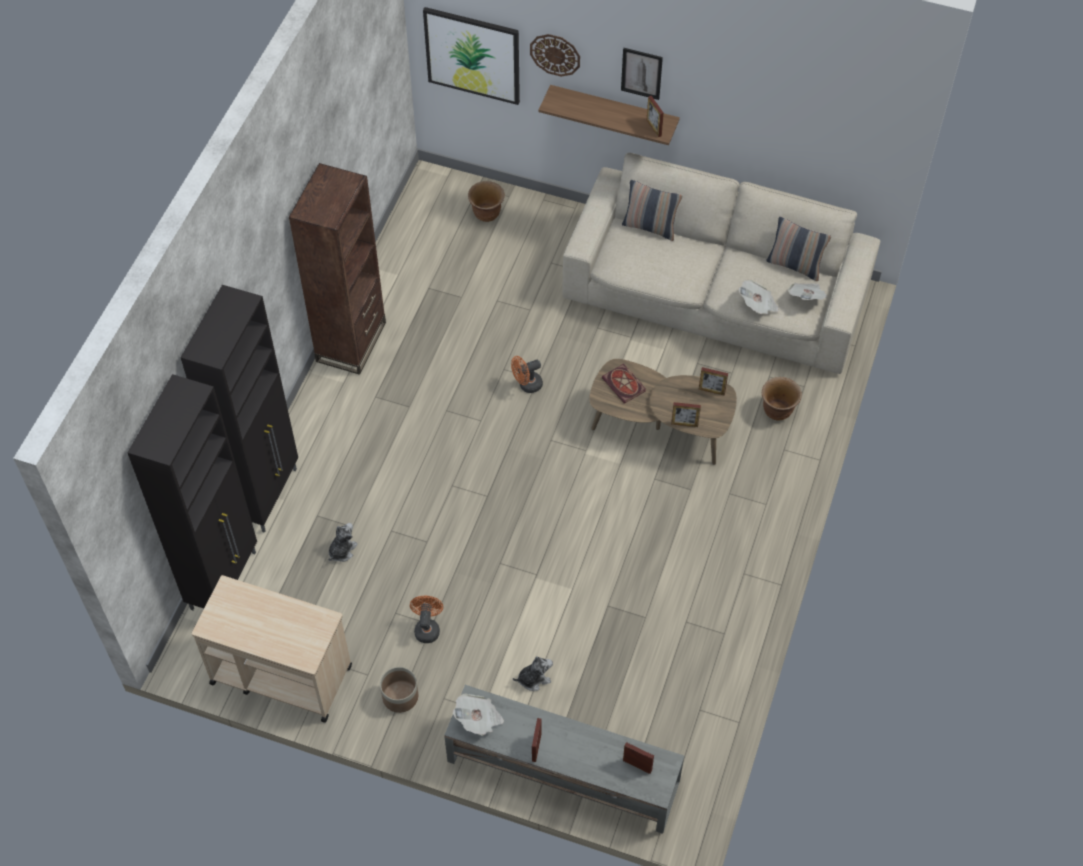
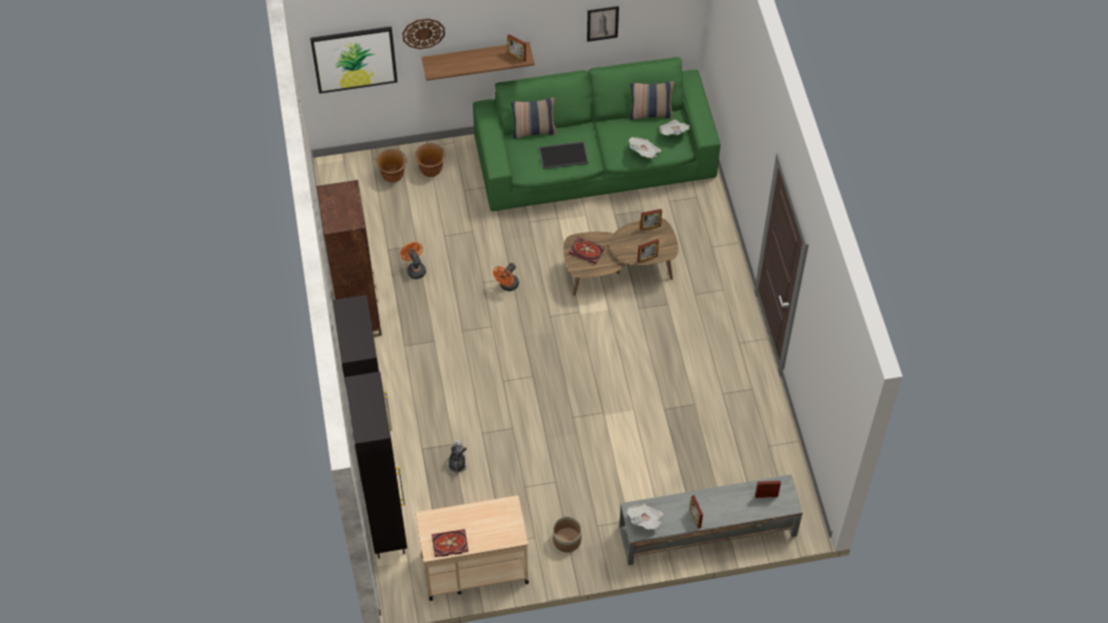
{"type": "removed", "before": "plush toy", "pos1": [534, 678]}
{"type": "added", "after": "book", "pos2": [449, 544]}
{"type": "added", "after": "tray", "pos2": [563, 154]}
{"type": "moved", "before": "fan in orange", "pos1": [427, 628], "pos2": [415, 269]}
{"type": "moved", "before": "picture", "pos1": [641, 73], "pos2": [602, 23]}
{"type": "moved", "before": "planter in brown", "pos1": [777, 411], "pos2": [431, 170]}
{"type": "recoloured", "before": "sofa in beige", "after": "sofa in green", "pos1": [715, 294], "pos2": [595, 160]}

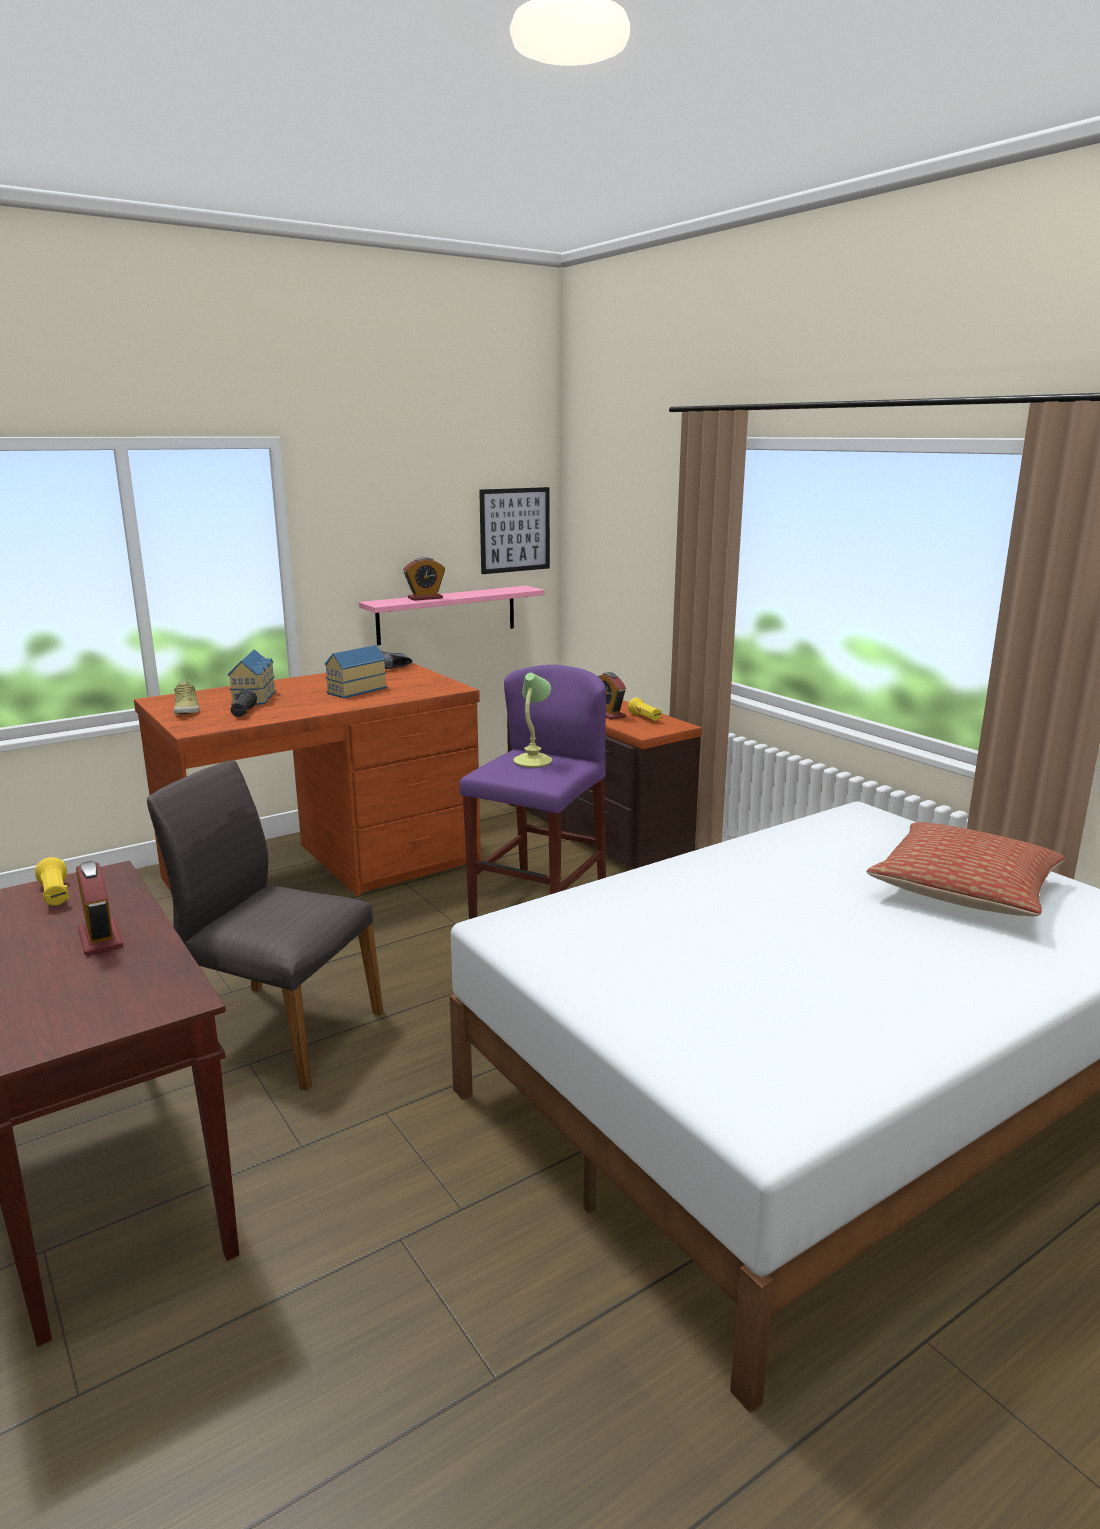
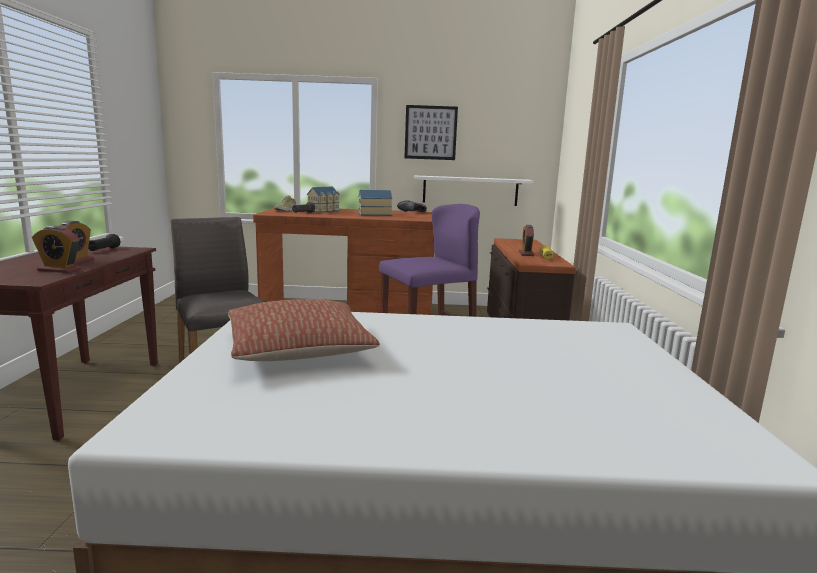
{"type": "removed", "before": "table lamp", "pos1": [533, 761]}
{"type": "moved", "before": "alarm clock", "pos1": [425, 598], "pos2": [59, 270]}
{"type": "moved", "before": "picture", "pos1": [515, 530], "pos2": [430, 132]}
{"type": "moved", "before": "pillow", "pos1": [964, 890], "pos2": [299, 350]}
{"type": "recoloured", "before": "flashlight in yellow", "after": "flashlight in black", "pos1": [55, 895], "pos2": [103, 250]}
{"type": "recoloured", "before": "shelf in pink", "after": "shelf in white", "pos1": [447, 614], "pos2": [470, 190]}

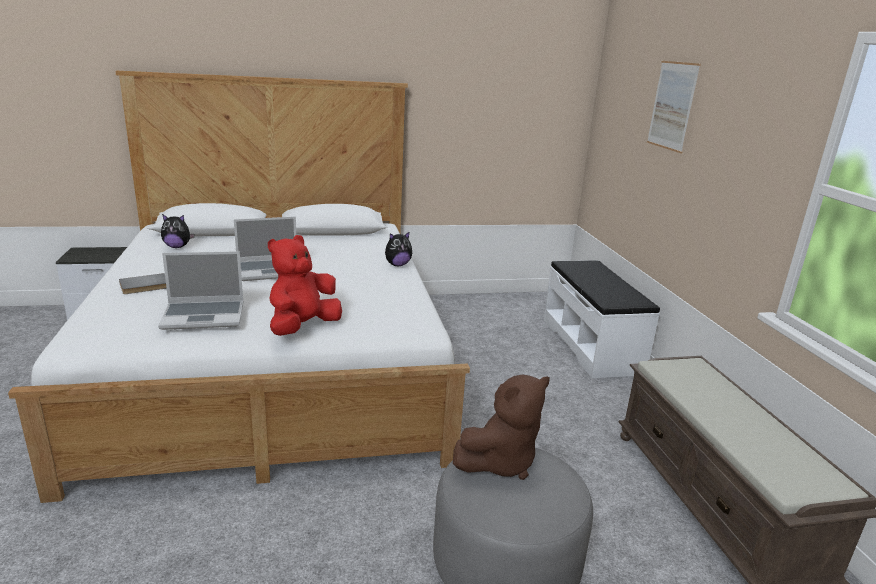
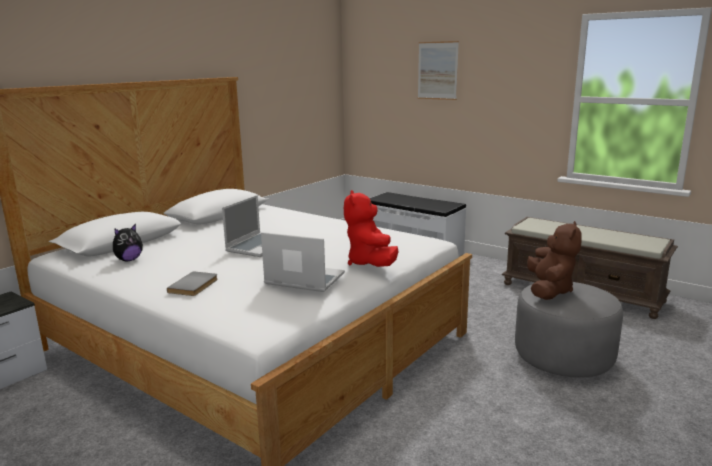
{"type": "removed", "before": "plush toy", "pos1": [397, 265]}
{"type": "turned", "before": "laptop", "pos1": [205, 316], "pos2": [303, 279], "turn": -105}

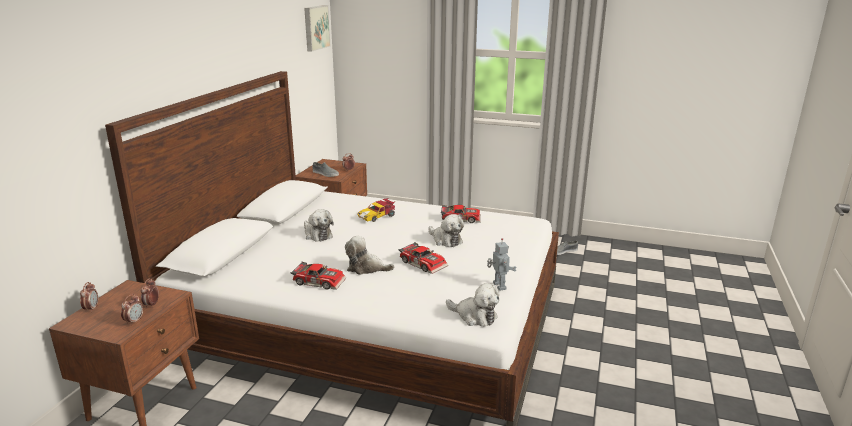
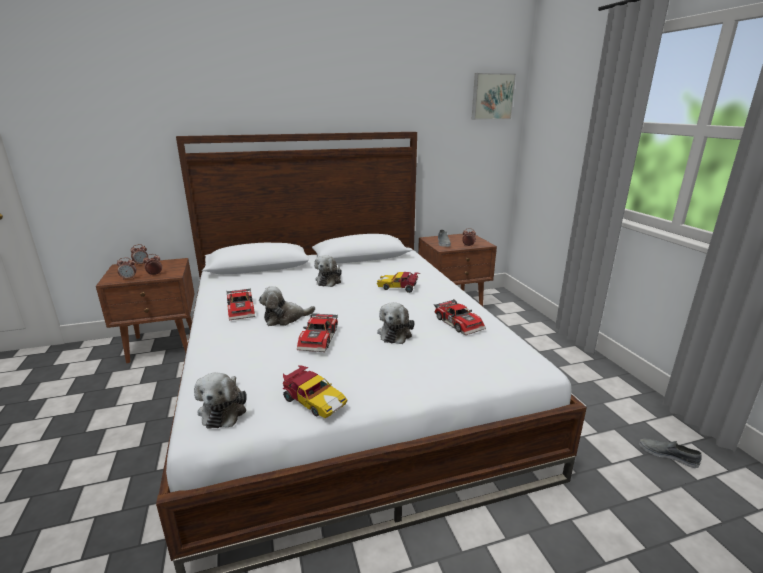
{"type": "replaced", "before": "toy robot", "after": "toy car", "pos1": [498, 286], "pos2": [313, 401]}
{"type": "turned", "before": "plush toy", "pos1": [366, 268], "pos2": [285, 318], "turn": -90}

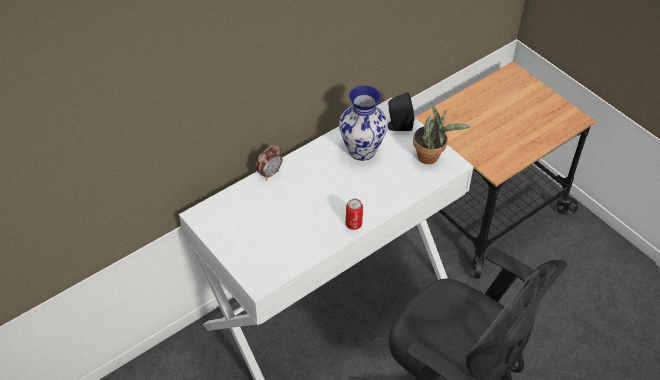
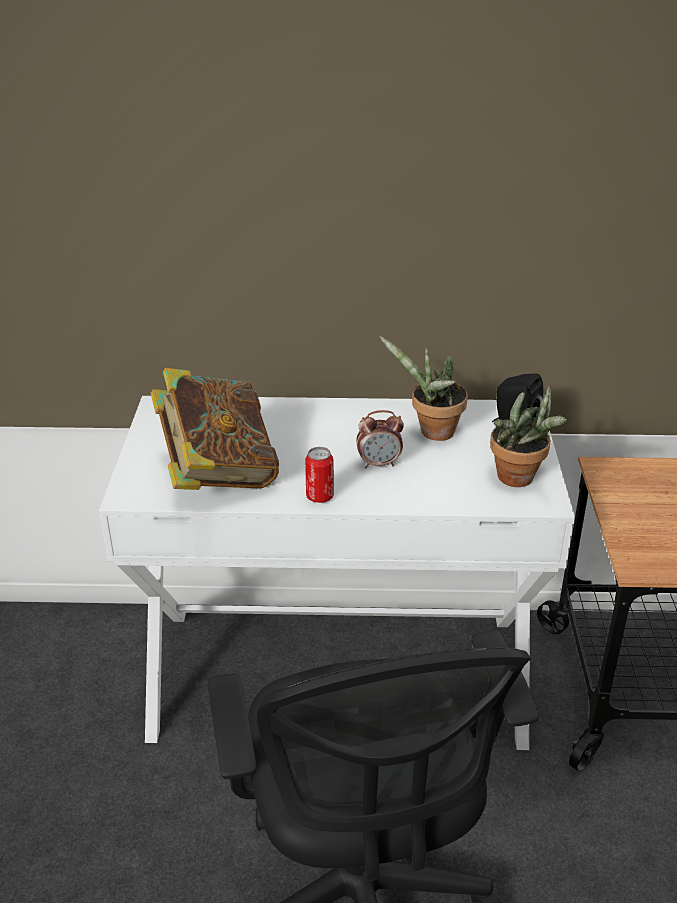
{"type": "added", "after": "book", "pos2": [217, 473]}
{"type": "moved", "before": "alarm clock", "pos1": [270, 173], "pos2": [379, 464]}
{"type": "replaced", "before": "vase", "after": "potted plant", "pos1": [362, 150], "pos2": [432, 432]}

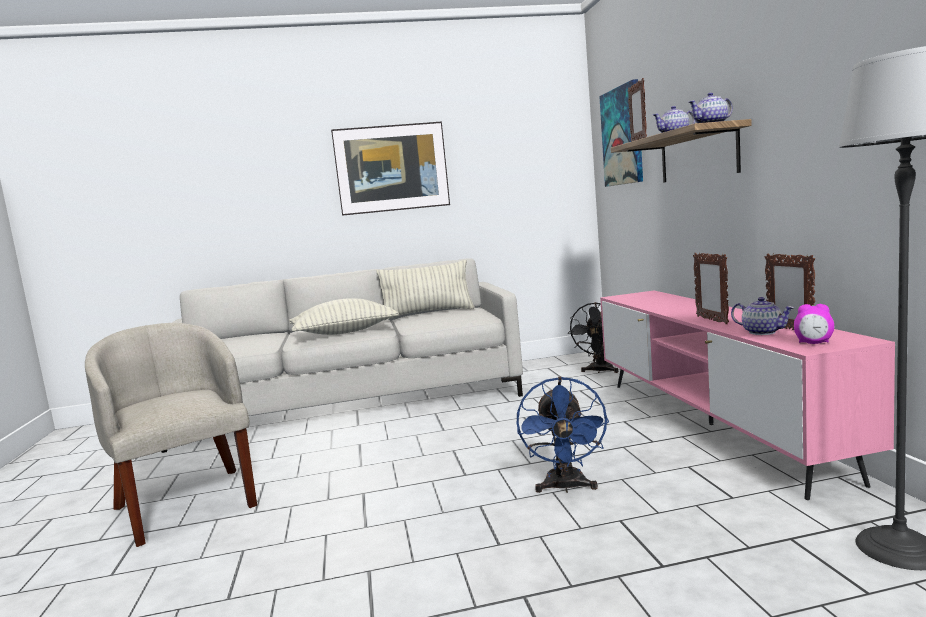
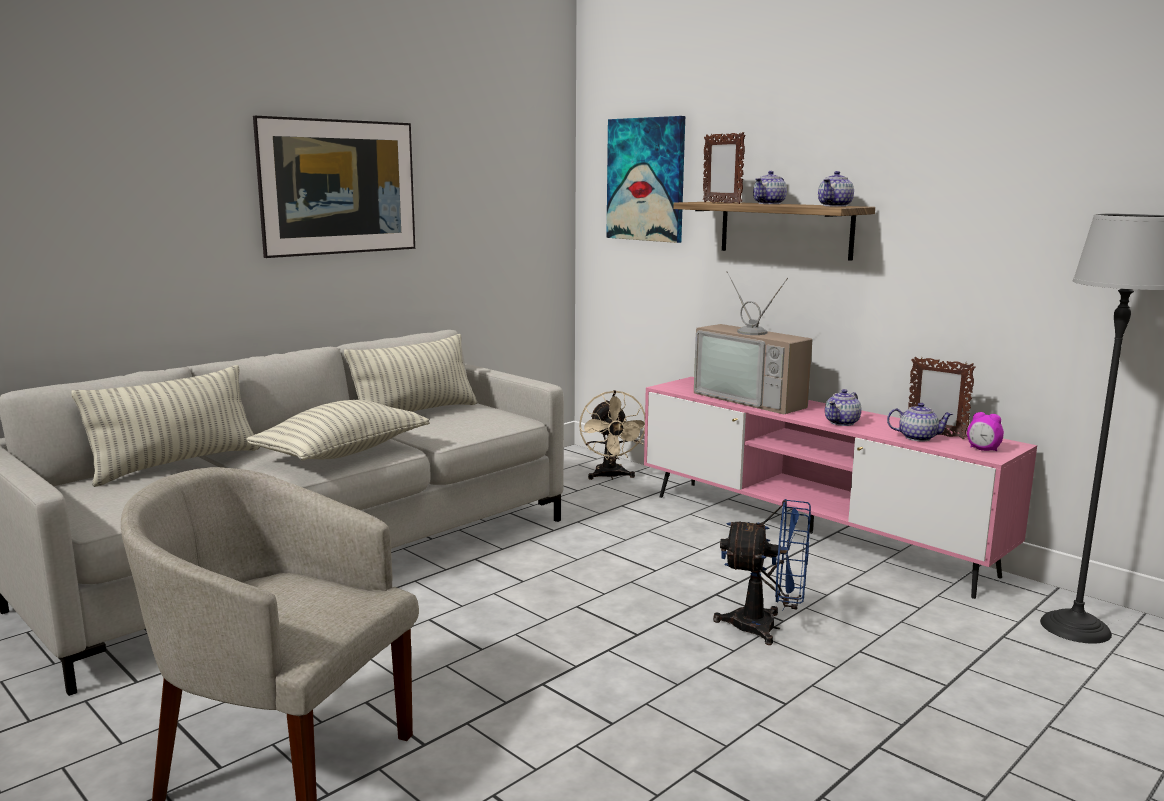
{"type": "added", "after": "pillow", "pos2": [176, 464]}
{"type": "added", "after": "television", "pos2": [754, 399]}
{"type": "replaced", "before": "picture frame", "after": "teapot", "pos1": [712, 320], "pos2": [842, 422]}
{"type": "recoloured", "before": "fan in black", "after": "fan in beige", "pos1": [600, 371], "pos2": [610, 476]}
{"type": "turned", "before": "fan in blue", "pos1": [566, 487], "pos2": [766, 627], "turn": -45}
{"type": "turned", "before": "alarm clock", "pos1": [813, 343], "pos2": [983, 450], "turn": 45}

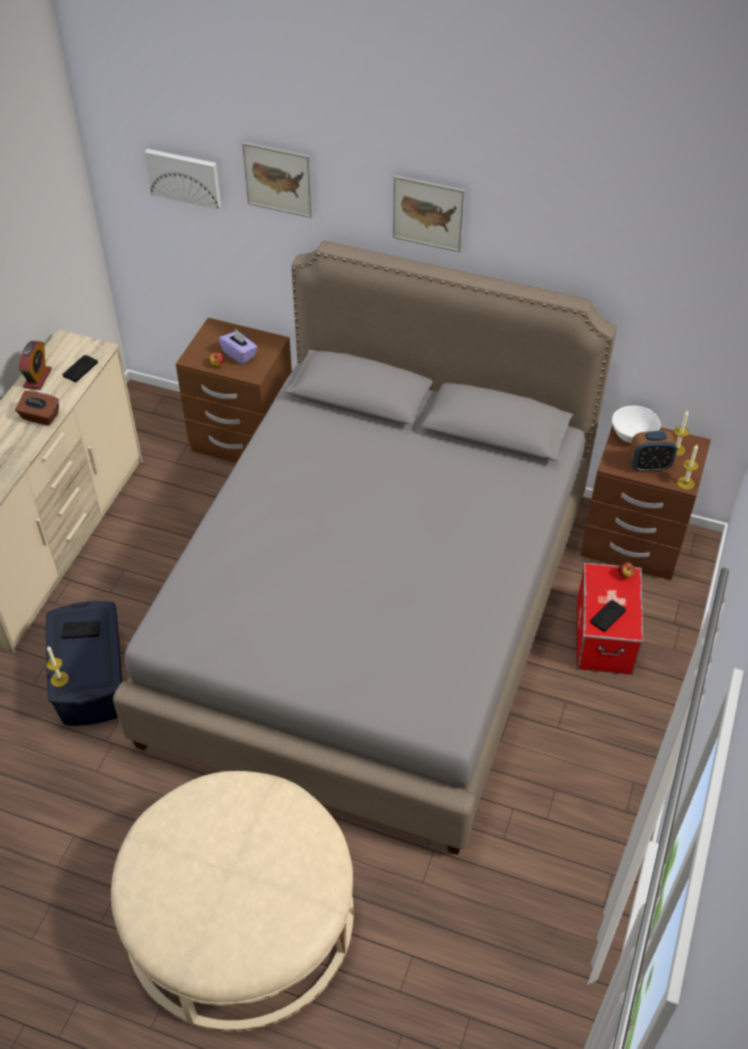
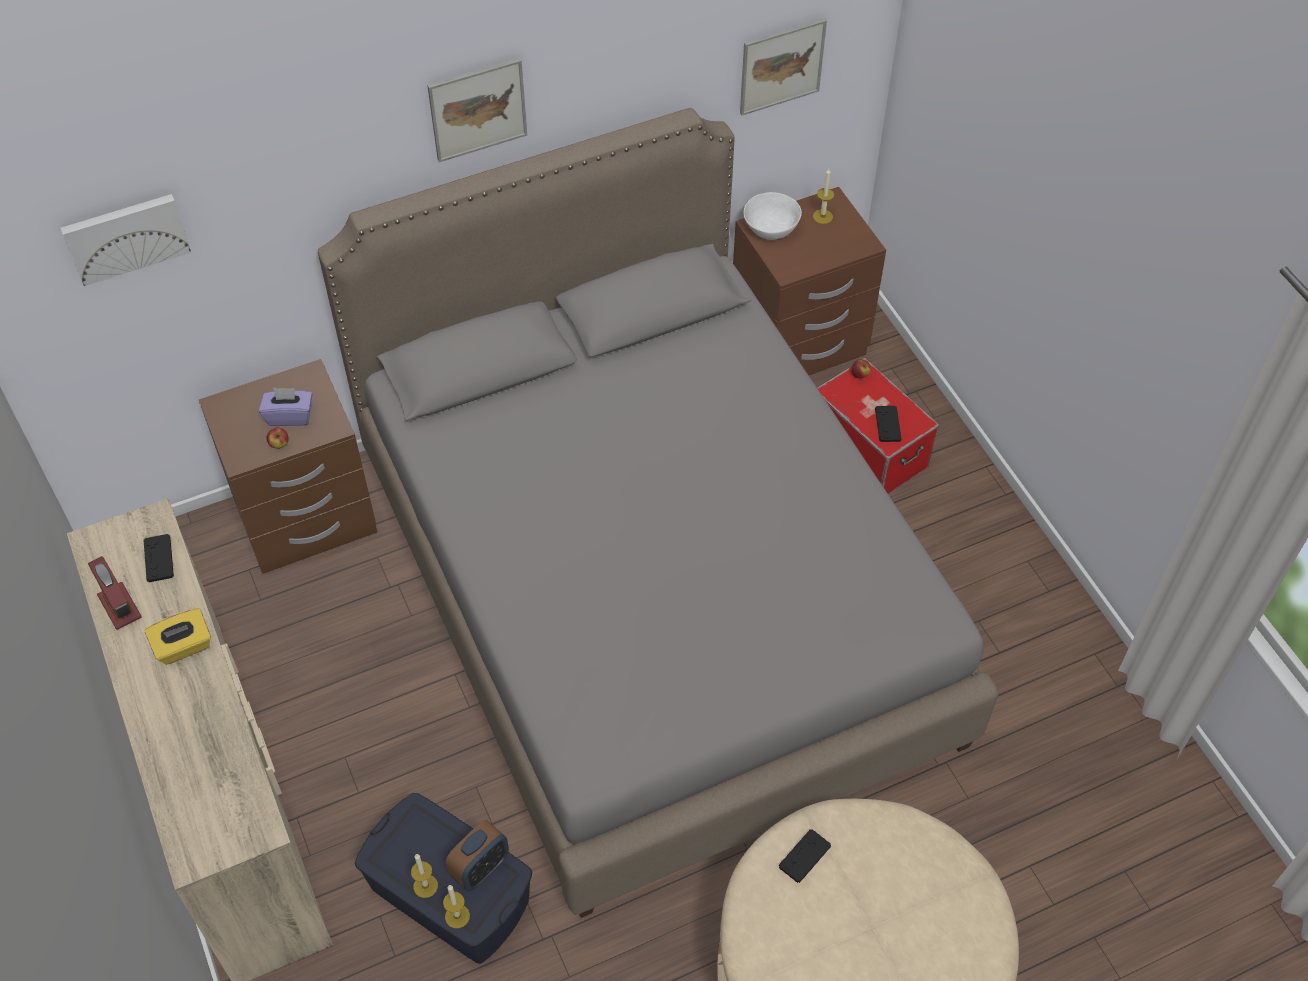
{"type": "moved", "before": "game controller in black", "pos1": [81, 630], "pos2": [804, 856]}
{"type": "moved", "before": "picture", "pos1": [278, 179], "pos2": [781, 66]}
{"type": "moved", "before": "alarm clock", "pos1": [649, 466], "pos2": [480, 868]}
{"type": "moved", "before": "candle", "pos1": [685, 483], "pos2": [425, 886]}
{"type": "recoloured", "before": "tissue box in brown", "after": "tissue box in yellow", "pos1": [40, 417], "pos2": [184, 647]}

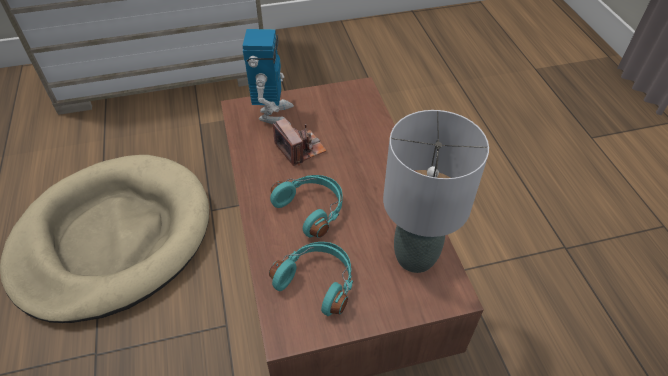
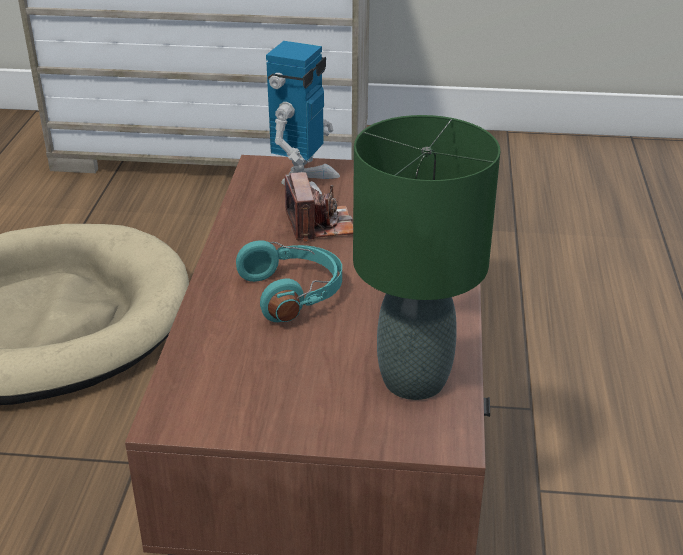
{"type": "removed", "before": "headphones in turquoise", "pos1": [318, 281]}
{"type": "recoloured", "before": "table lamp in grey", "after": "table lamp in green", "pos1": [414, 256], "pos2": [413, 379]}

